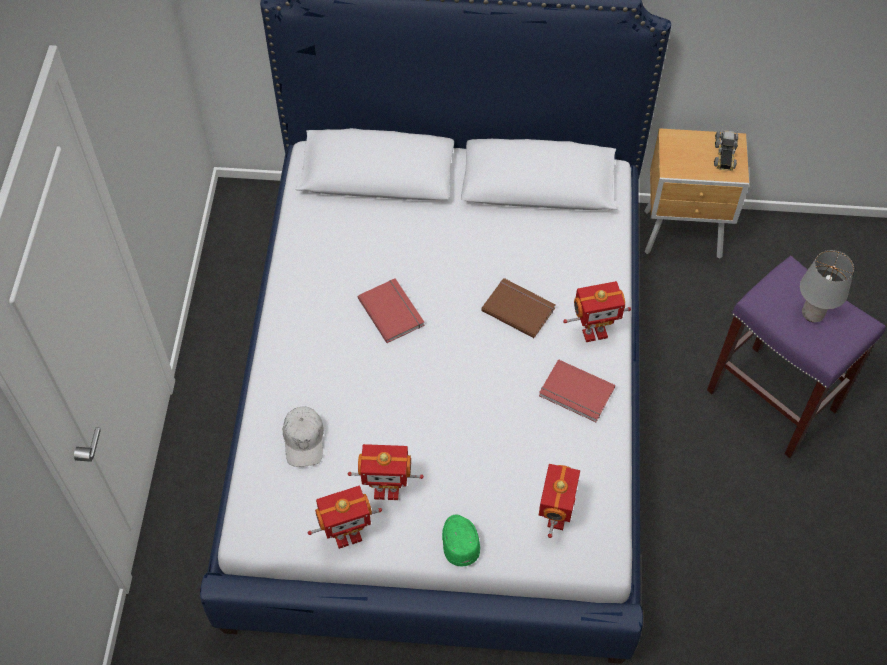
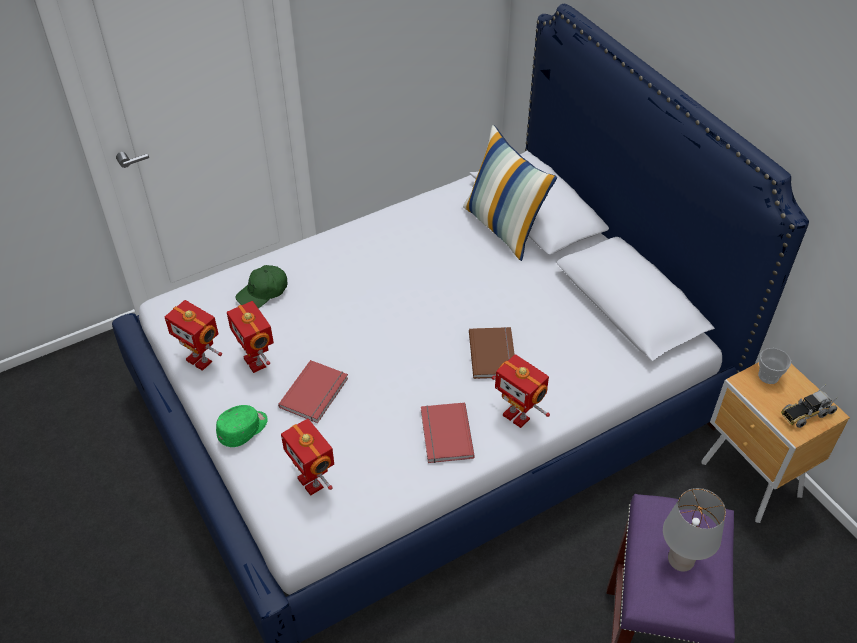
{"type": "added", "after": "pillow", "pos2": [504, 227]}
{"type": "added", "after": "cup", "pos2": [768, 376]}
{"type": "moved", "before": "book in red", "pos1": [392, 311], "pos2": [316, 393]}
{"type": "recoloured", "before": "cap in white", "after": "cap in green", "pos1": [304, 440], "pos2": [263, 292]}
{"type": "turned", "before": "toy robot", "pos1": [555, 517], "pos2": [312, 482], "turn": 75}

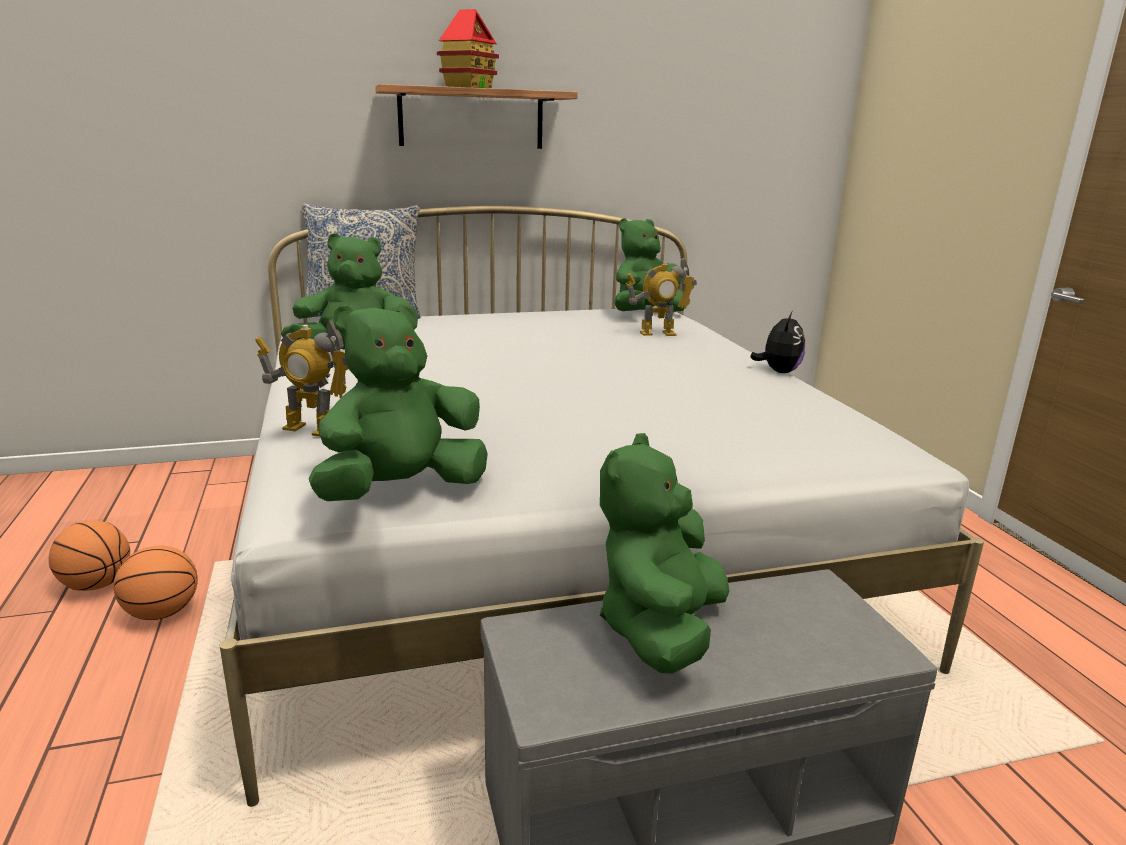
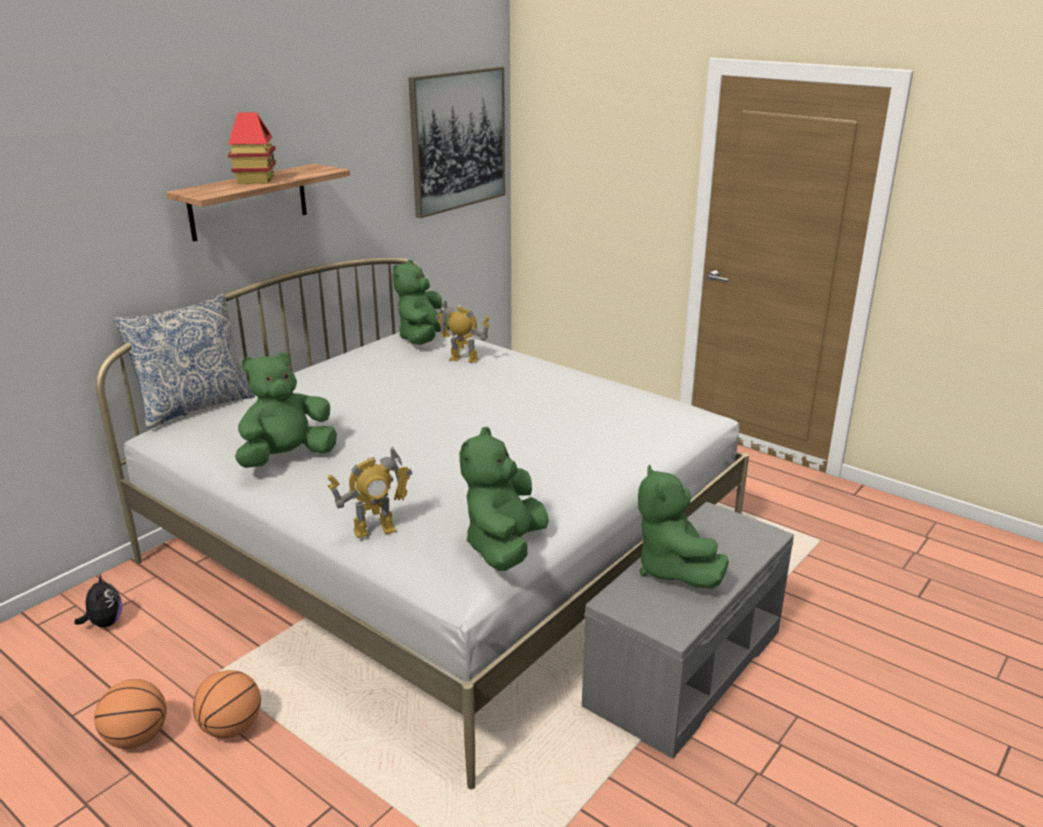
{"type": "added", "after": "picture", "pos2": [458, 140]}
{"type": "moved", "before": "plush toy", "pos1": [778, 371], "pos2": [105, 623]}
{"type": "turned", "before": "toy robot", "pos1": [657, 333], "pos2": [463, 359], "turn": -120}

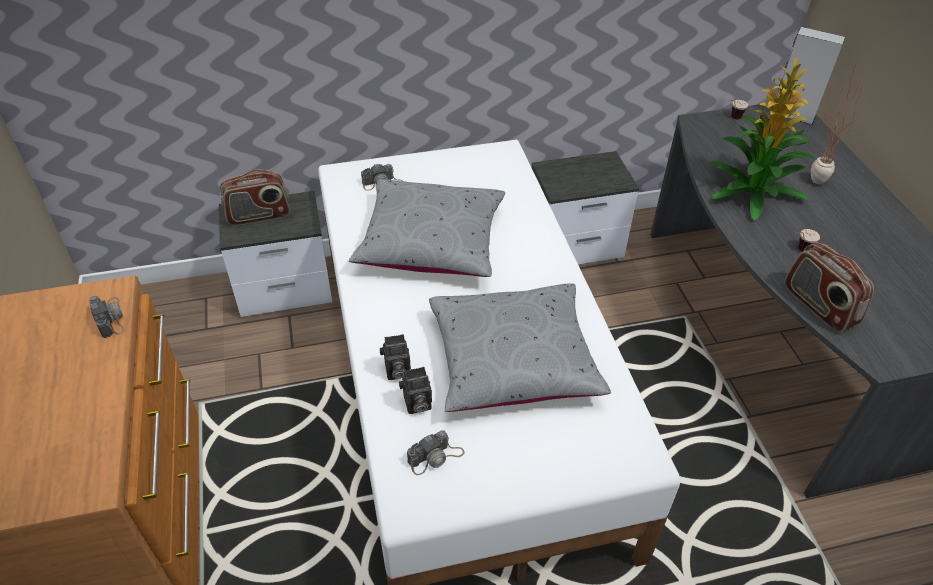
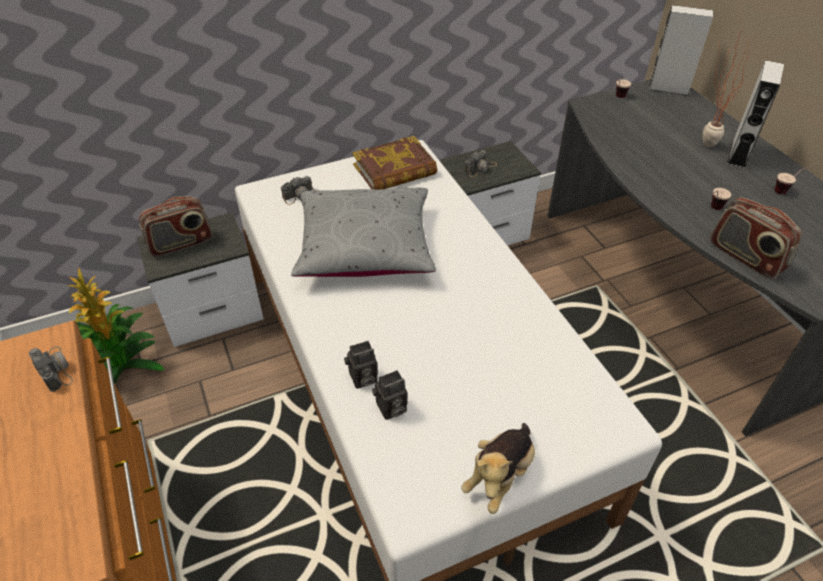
{"type": "removed", "before": "pillow in grey", "pos1": [513, 361]}
{"type": "added", "after": "book", "pos2": [395, 170]}
{"type": "added", "after": "plush toy", "pos2": [500, 476]}
{"type": "added", "after": "speaker in grey", "pos2": [738, 154]}
{"type": "added", "after": "cup", "pos2": [786, 190]}
{"type": "moved", "before": "photo camera", "pos1": [435, 457], "pos2": [480, 168]}
{"type": "moved", "before": "potted plant", "pos1": [751, 190], "pos2": [120, 365]}

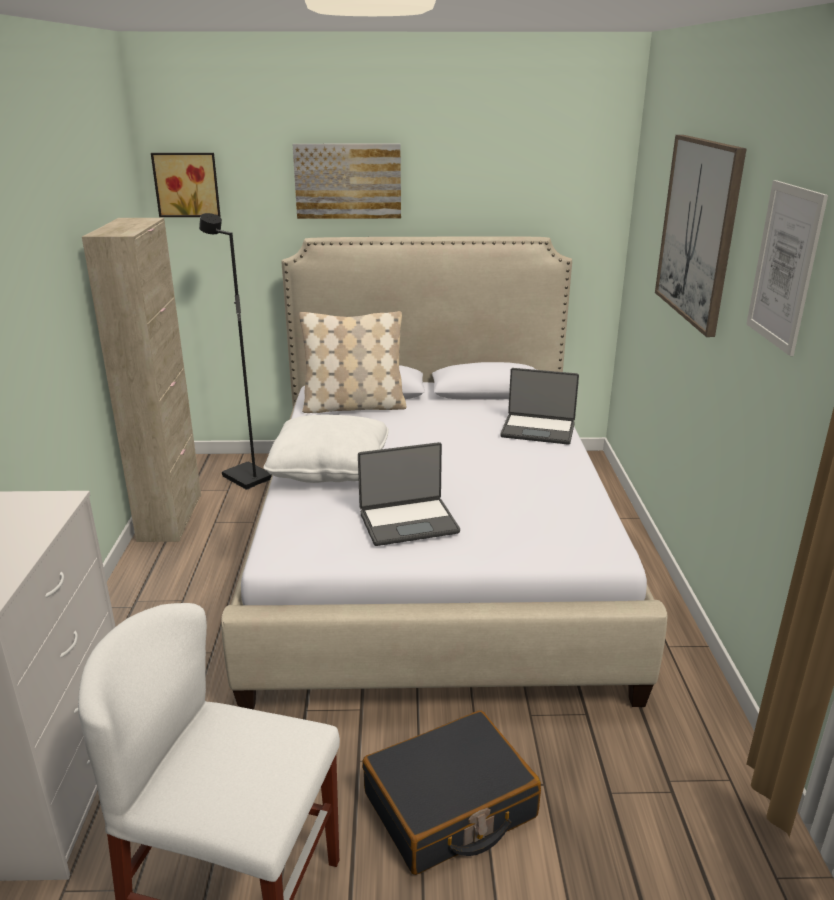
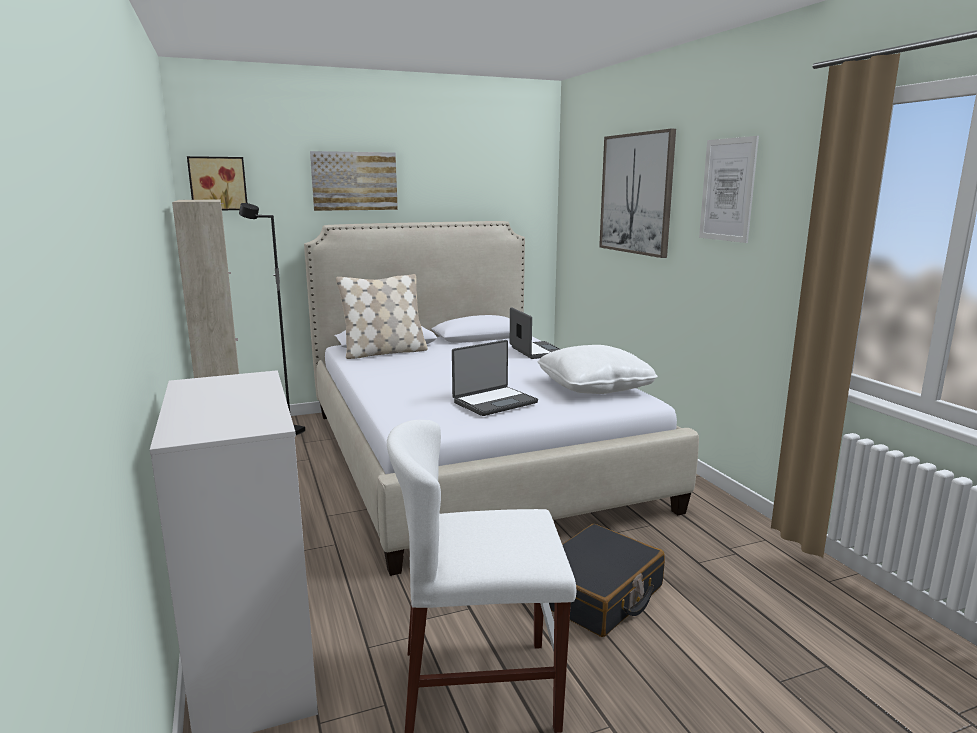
{"type": "moved", "before": "pillow in white", "pos1": [330, 468], "pos2": [594, 387]}
{"type": "turned", "before": "laptop", "pos1": [538, 430], "pos2": [536, 351], "turn": -105}

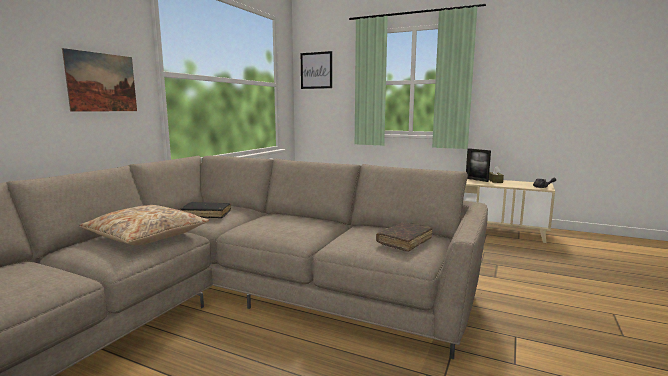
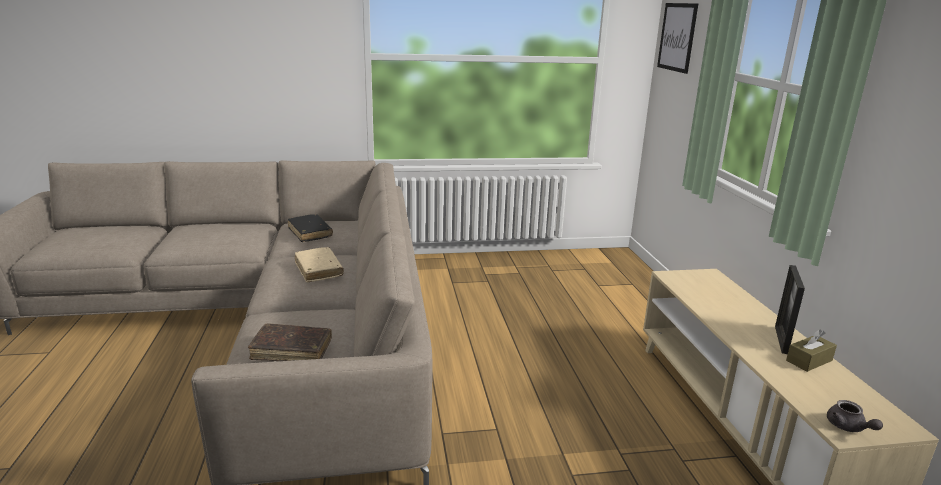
{"type": "removed", "before": "picture", "pos1": [102, 82]}
{"type": "removed", "before": "pillow in beige", "pos1": [147, 236]}
{"type": "added", "after": "book in beige", "pos2": [319, 270]}

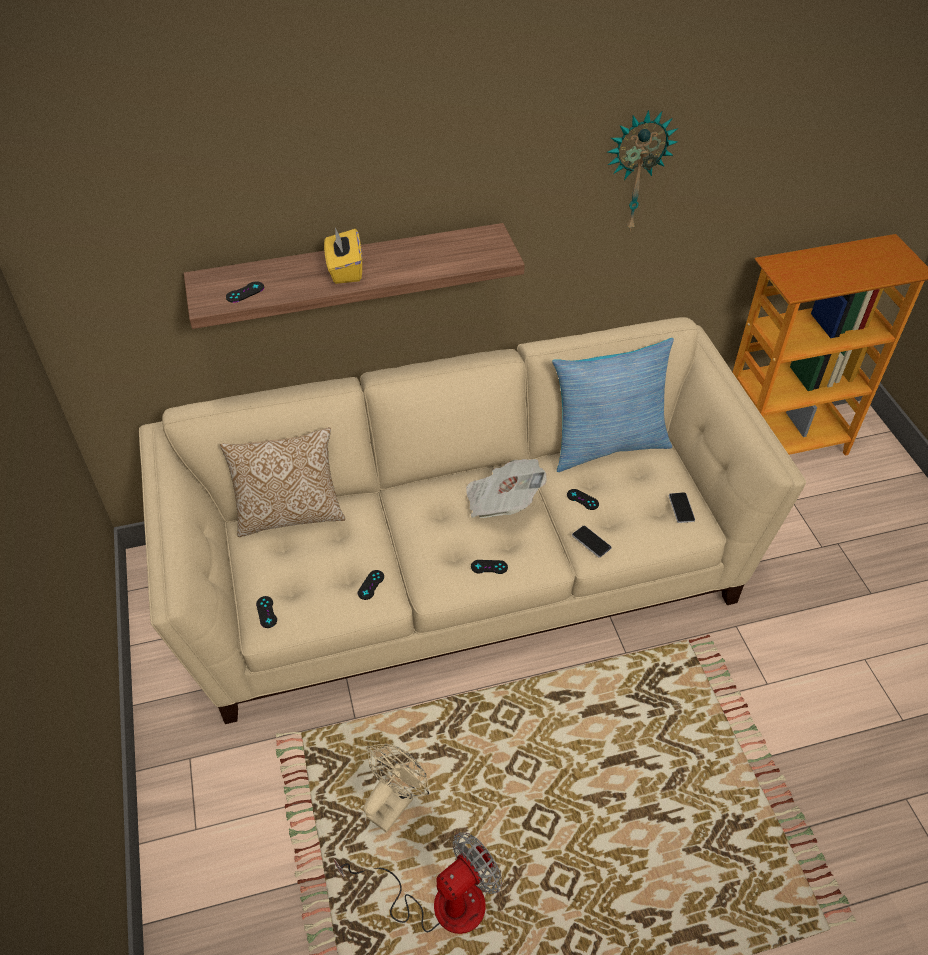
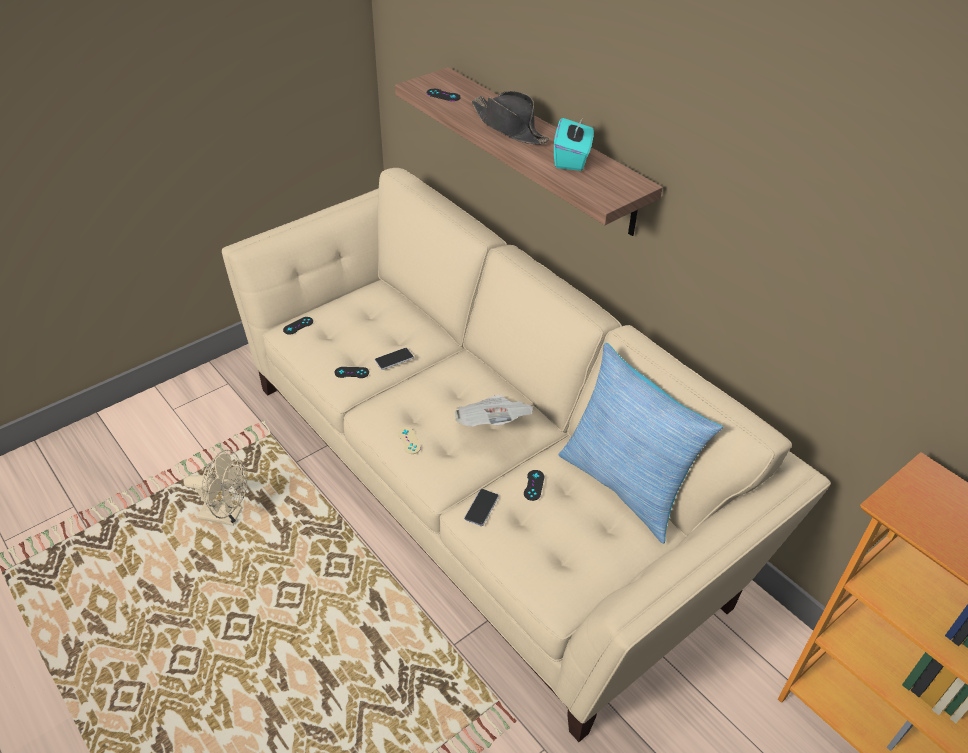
{"type": "removed", "before": "pillow", "pos1": [290, 514]}
{"type": "removed", "before": "fan", "pos1": [439, 901]}
{"type": "removed", "before": "wall clock", "pos1": [636, 171]}
{"type": "added", "after": "tissue box in turquoise", "pos2": [572, 159]}
{"type": "moved", "before": "phone", "pos1": [681, 508], "pos2": [394, 359]}
{"type": "replaced", "before": "tissue box in yellow", "after": "hat in black", "pos1": [345, 270], "pos2": [509, 127]}
{"type": "recoloured", "before": "game controller in black", "after": "game controller in beige", "pos1": [489, 567], "pos2": [409, 440]}

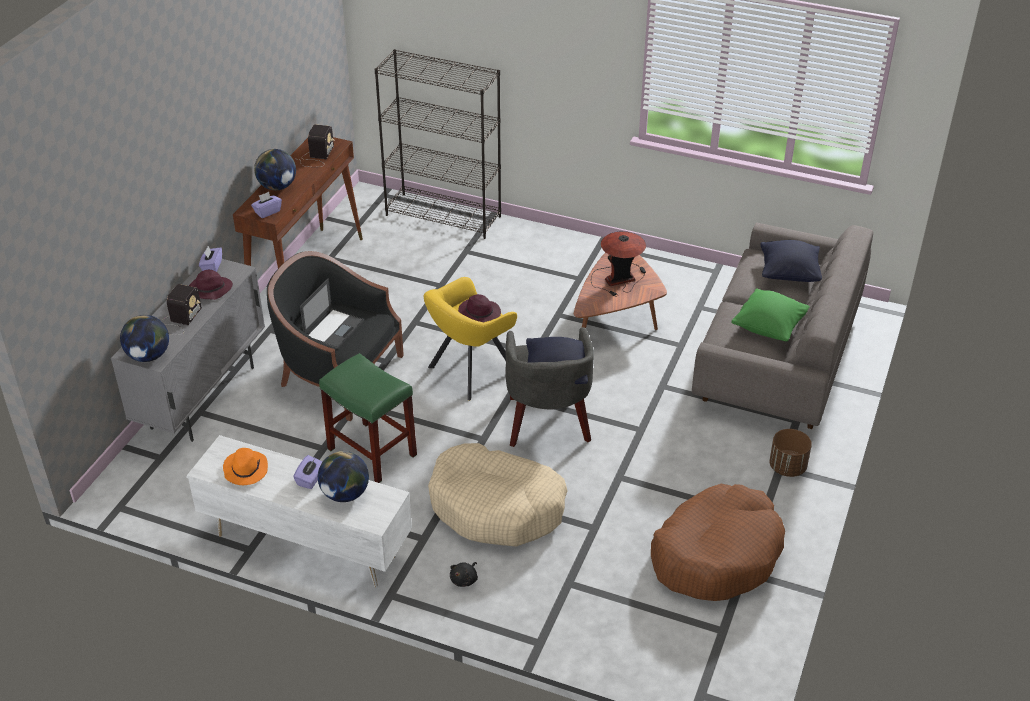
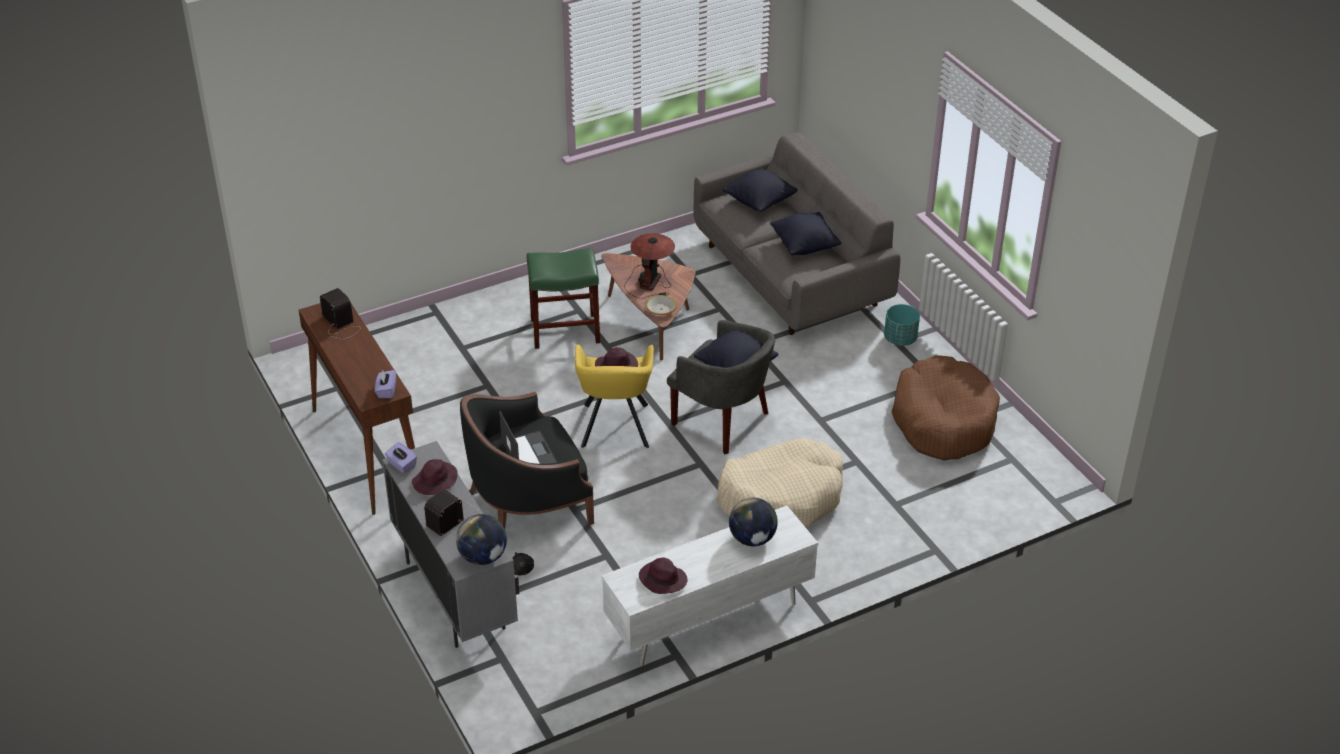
{"type": "removed", "before": "globe", "pos1": [277, 187]}
{"type": "removed", "before": "tissue box in purple", "pos1": [310, 479]}
{"type": "removed", "before": "bookcase in black", "pos1": [444, 215]}
{"type": "added", "after": "bowl", "pos2": [661, 309]}
{"type": "moved", "before": "stool in green", "pos1": [373, 452], "pos2": [566, 330]}
{"type": "moved", "before": "plush toy in black", "pos1": [465, 579], "pos2": [521, 569]}
{"type": "recoloured", "before": "hat in orange", "after": "hat in purple", "pos1": [245, 469], "pos2": [662, 579]}
{"type": "recoloured", "before": "pillow in green", "after": "pillow in black", "pos1": [769, 328], "pos2": [804, 246]}
{"type": "recoloured", "before": "planter in brown", "after": "planter in turquoise", "pos1": [787, 467], "pos2": [900, 339]}
{"type": "turned", "before": "radio", "pos1": [178, 321], "pos2": [455, 518], "turn": -105}

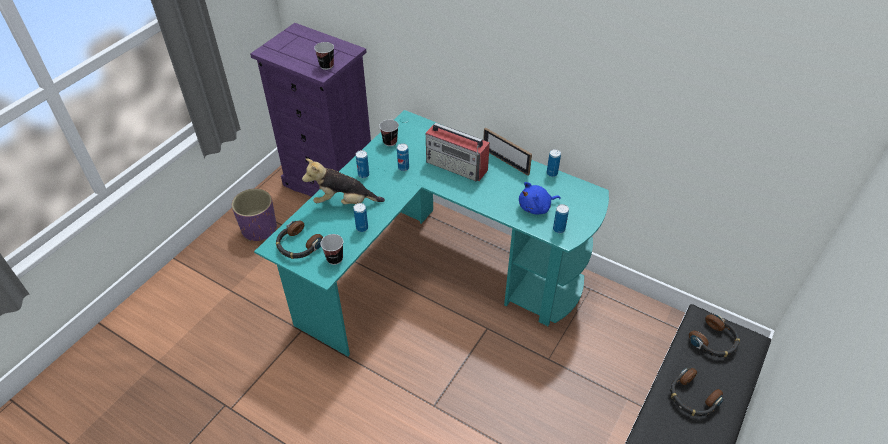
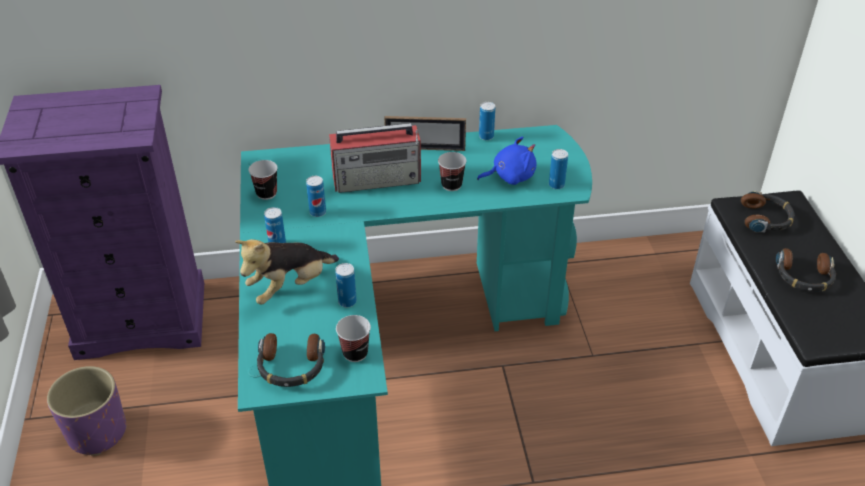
{"type": "moved", "before": "cup", "pos1": [326, 65], "pos2": [451, 185]}
{"type": "turned", "before": "plush toy in blue", "pos1": [536, 207], "pos2": [510, 176], "turn": -135}

